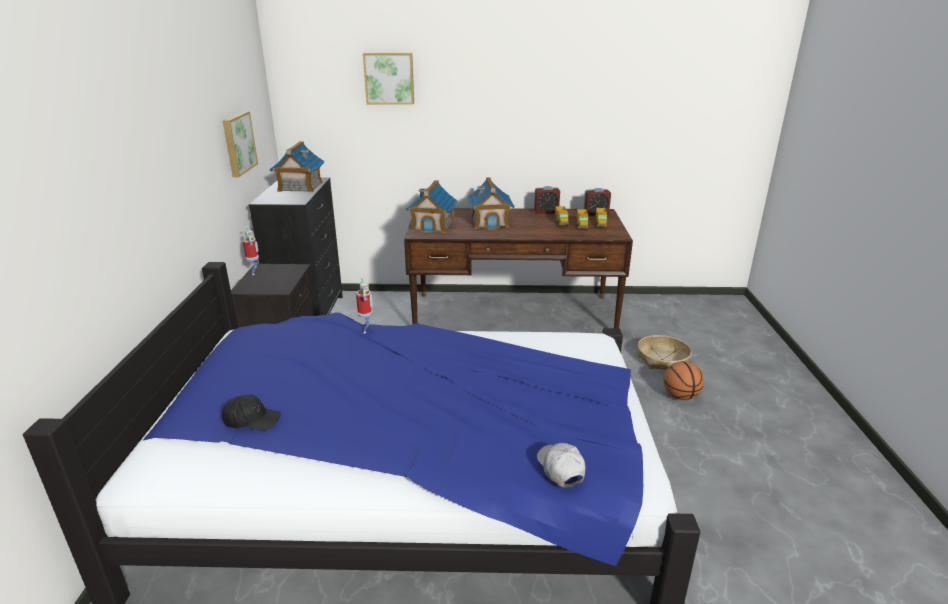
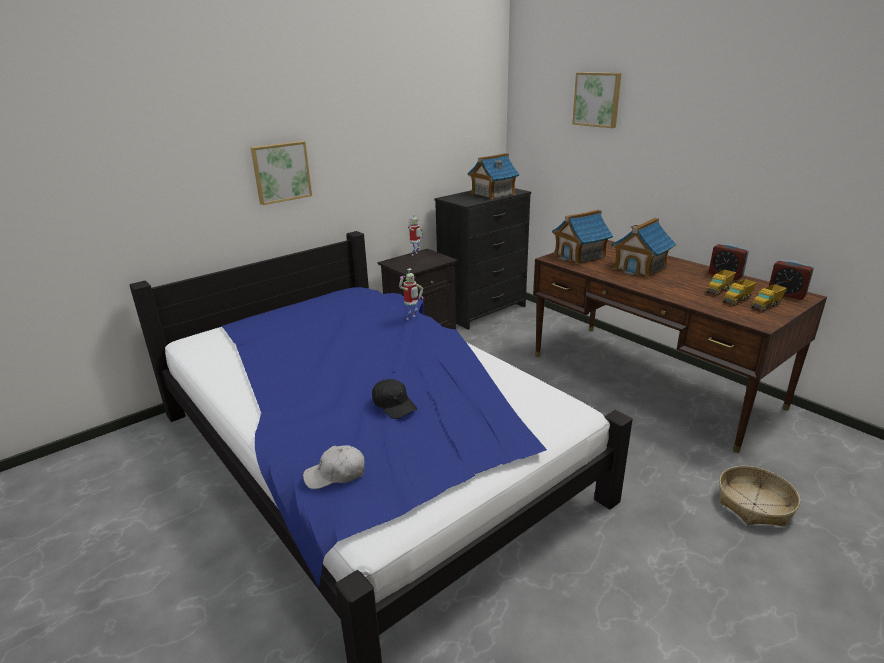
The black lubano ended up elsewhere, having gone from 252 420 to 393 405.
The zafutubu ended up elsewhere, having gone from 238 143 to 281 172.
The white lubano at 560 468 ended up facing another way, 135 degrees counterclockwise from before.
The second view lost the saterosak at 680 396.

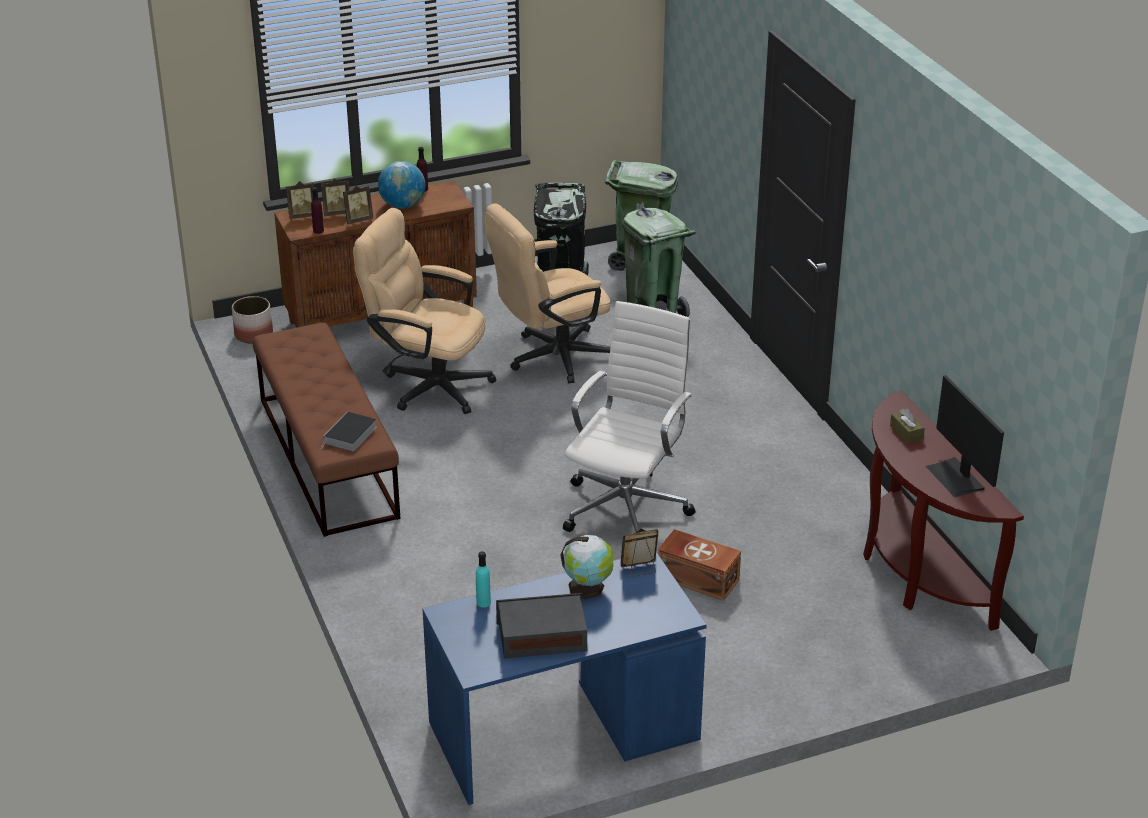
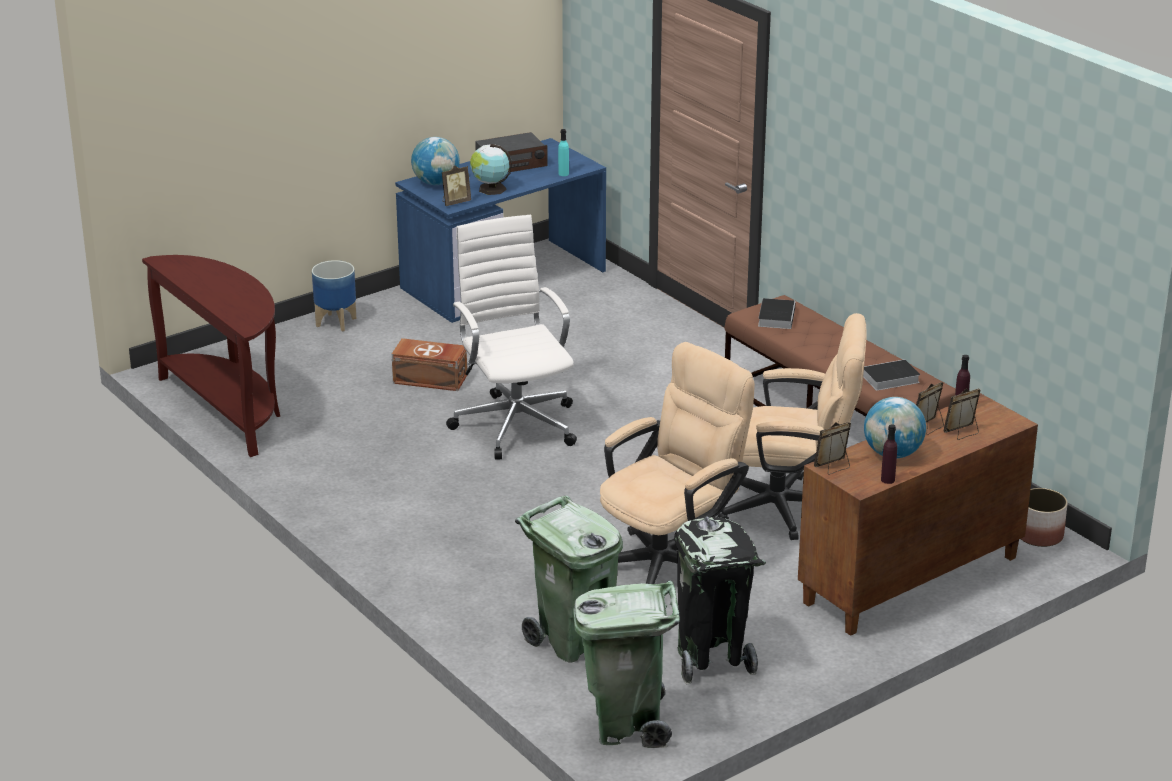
The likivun ended up elsewhere, having gone from 302 216 to 833 467.
The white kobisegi at 627 507 ended up facing another way, 150 degrees clockwise from before.
The second view lost the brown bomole at 906 433.
The second view lost the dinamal at 956 477.
The second view gained the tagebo at 335 322.
The second view gained the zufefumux at 436 183.
The second view gained the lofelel at 888 379.

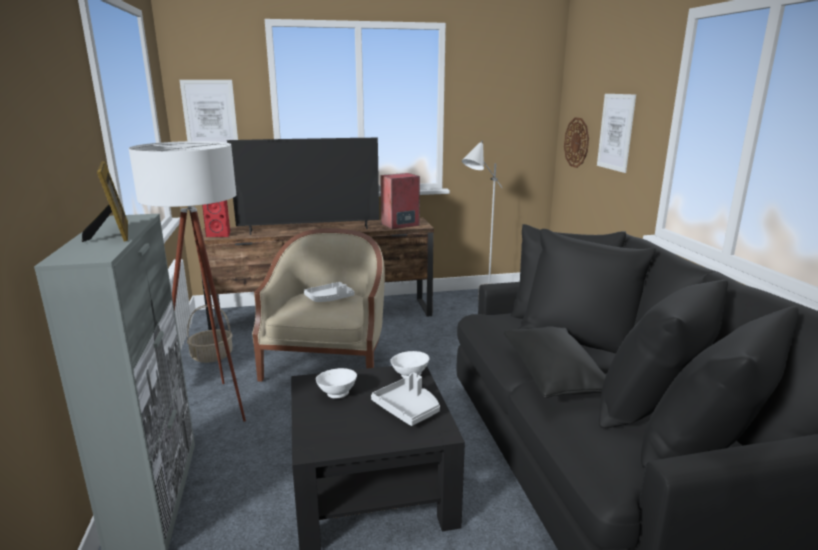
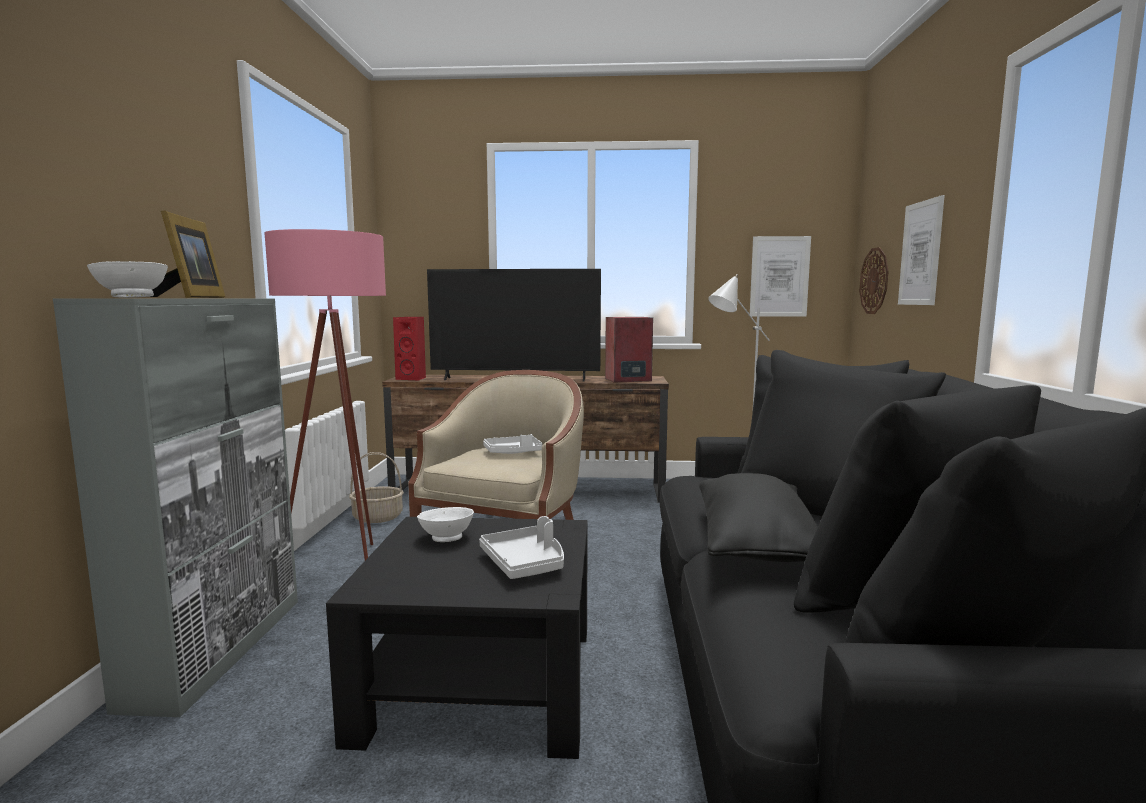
What was the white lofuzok at 216 410 turned into the pink lofuzok at 346 570.
The zafutubu ended up elsewhere, having gone from 210 116 to 779 276.
The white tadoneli ended up elsewhere, having gone from 409 374 to 133 297.

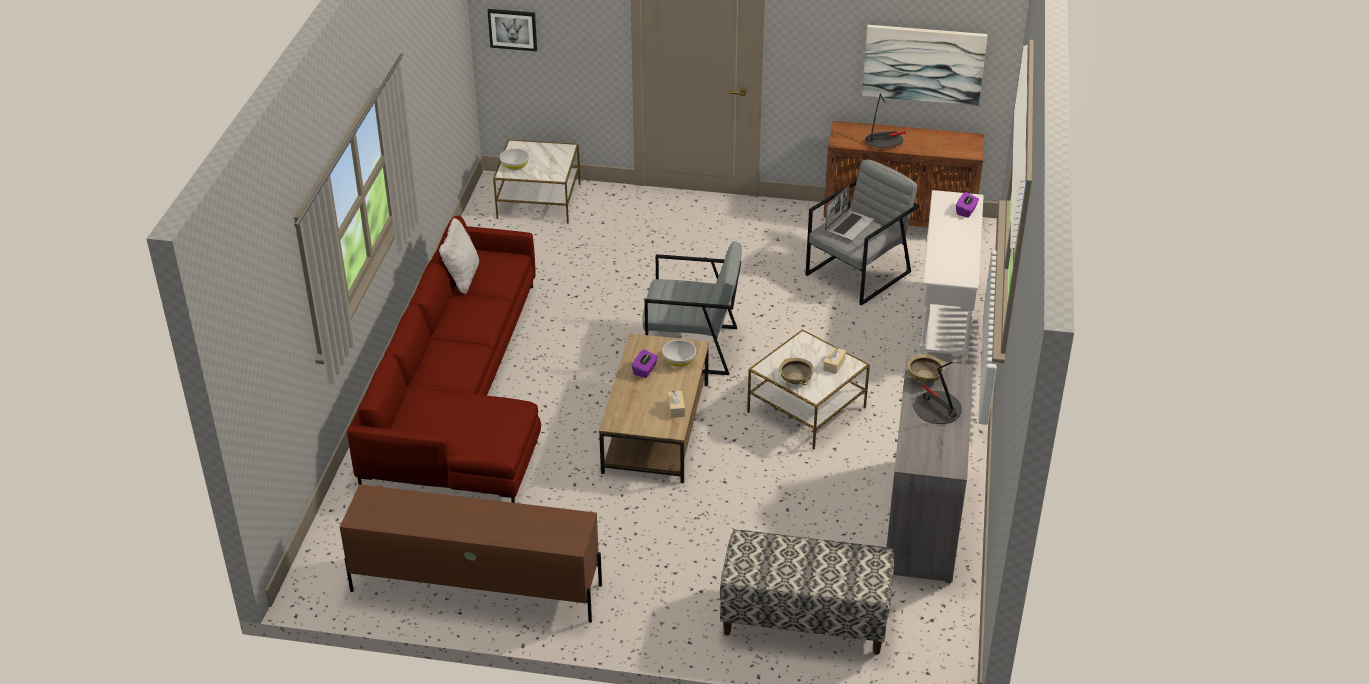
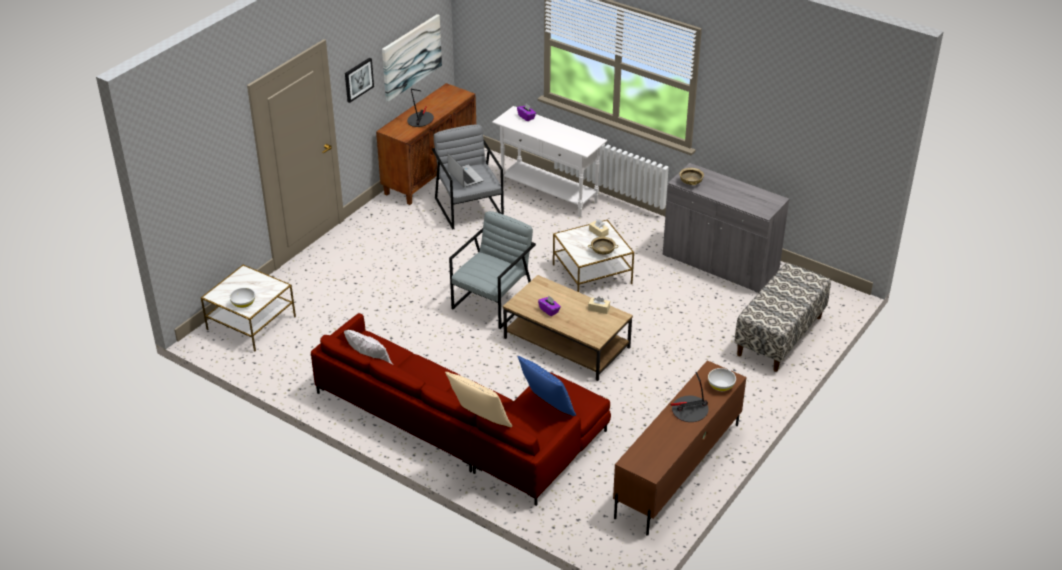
The zafutubu ended up elsewhere, having gone from 513 29 to 358 79.
The white tadoneli ended up elsewhere, having gone from 679 361 to 721 386.
The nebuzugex ended up elsewhere, having gone from 937 409 to 689 410.
The second view gained the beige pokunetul at 479 421.
The second view gained the blue pokunetul at 547 407.

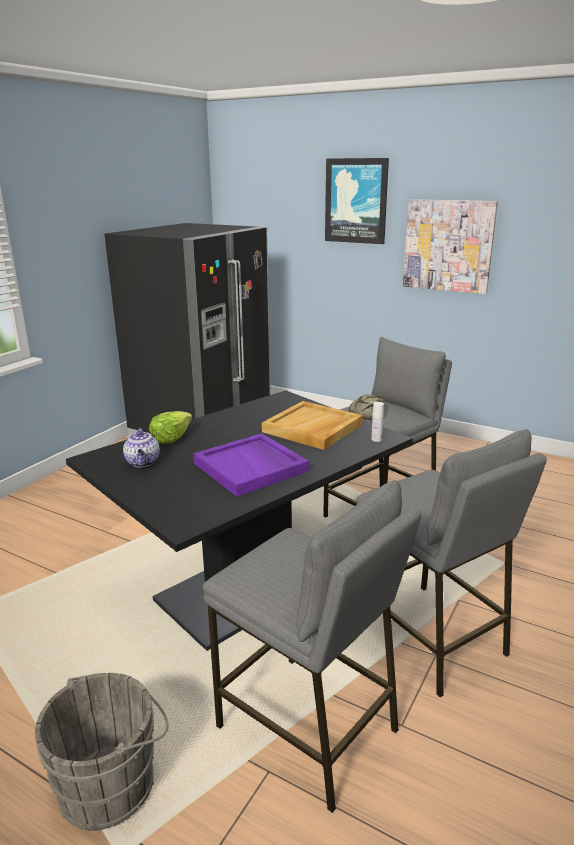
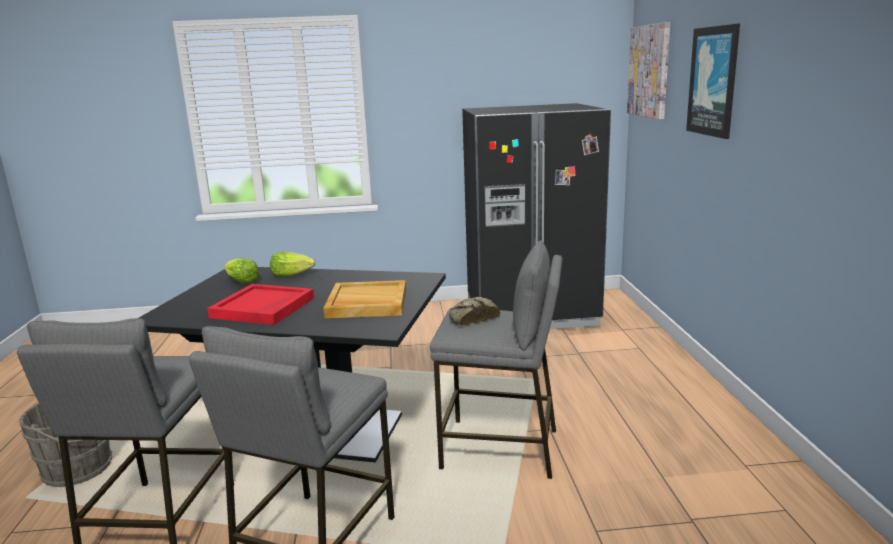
Where the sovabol stood at 143 462, the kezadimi came to stand at 241 281.
What was the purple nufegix at 251 467 turned into the red nufegix at 263 308.
The second view lost the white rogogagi at 376 439.
The zafutubu ended up elsewhere, having gone from 448 245 to 649 71.

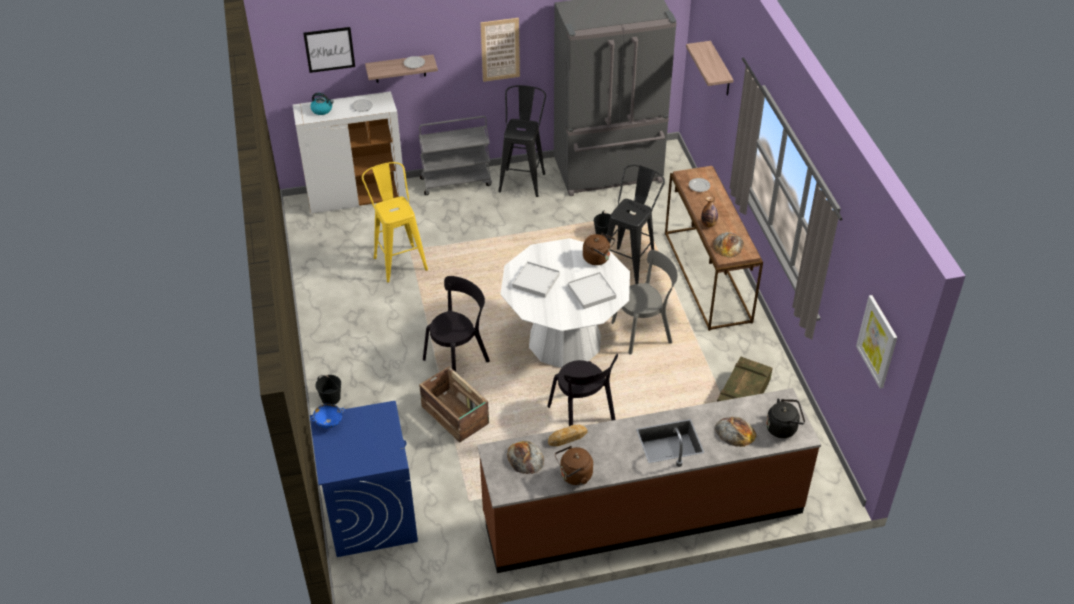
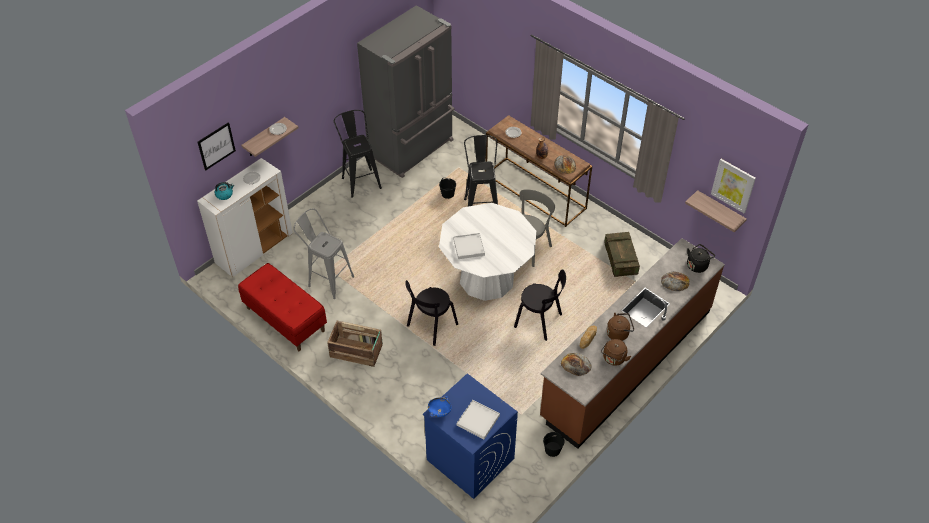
The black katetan ended up elsewhere, having gone from 330 398 to 552 450.
What was the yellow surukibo at 398 260 turned into the grey surukibo at 327 279.
The second view lost the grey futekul at 456 181.
The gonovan ended up elsewhere, having gone from 455 416 to 357 351.
The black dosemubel at 458 358 ended up facing another way, 150 degrees counterclockwise from before.
The second view lost the zafutubu at 500 49.
The white nufegix ended up elsewhere, having gone from 591 292 to 478 420.
The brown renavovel ended up elsewhere, having gone from 598 258 to 619 333.
The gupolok ended up elsewhere, having gone from 720 70 to 720 211.
The second view gained the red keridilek at 285 319.

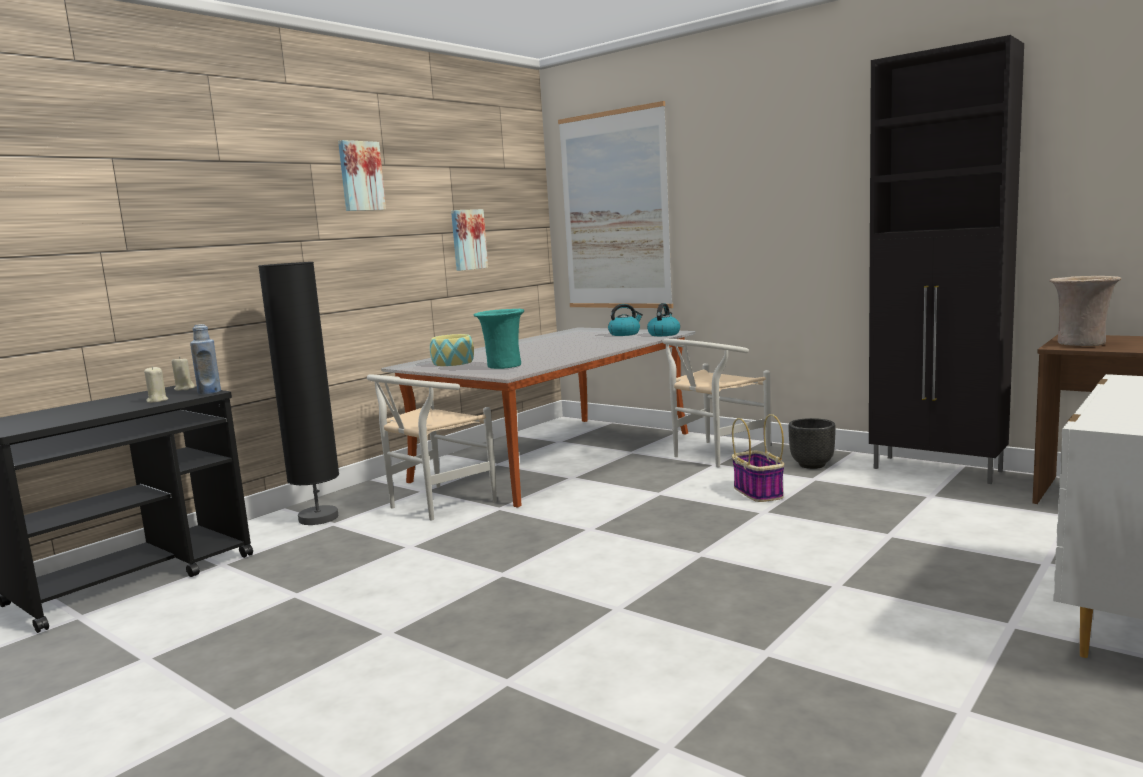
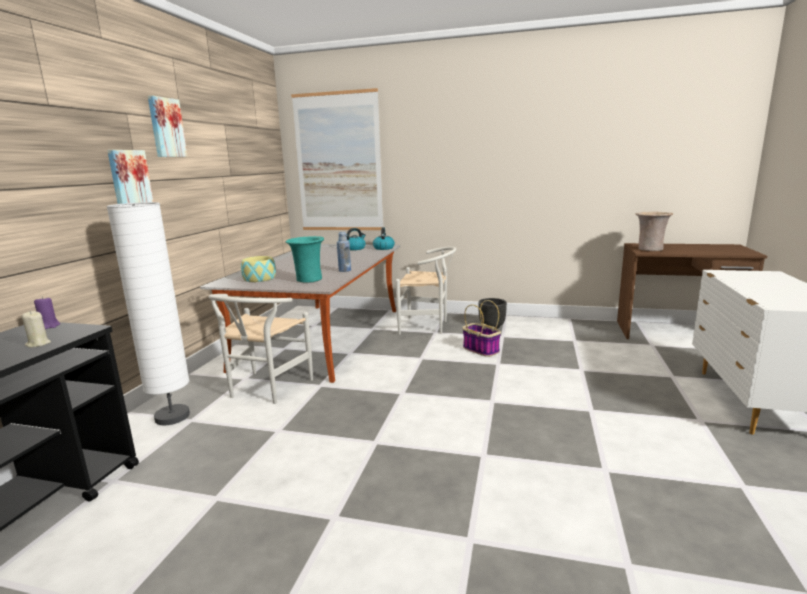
What was the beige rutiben at 184 389 turned into the purple rutiben at 49 326.
The blue rogogagi ended up elsewhere, having gone from 209 392 to 344 270.
What was the black lofuzok at 318 518 turned into the white lofuzok at 172 417.
The zafutubu ended up elsewhere, having gone from 468 239 to 130 182.
The white dosemubel at 712 456 ended up facing another way, 105 degrees counterclockwise from before.
The second view lost the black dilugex at 938 470.

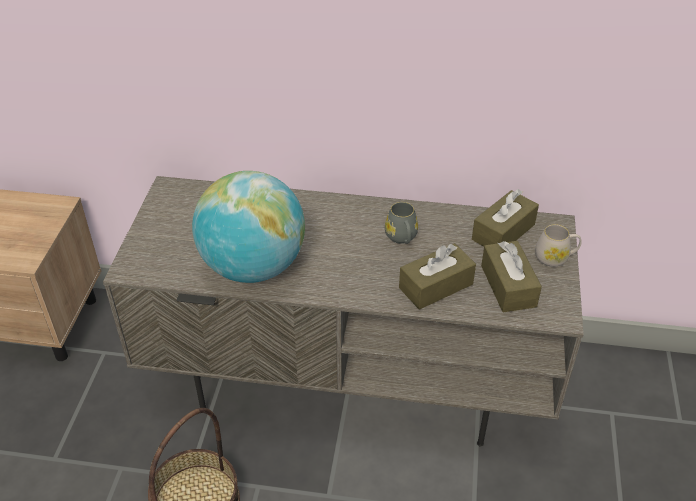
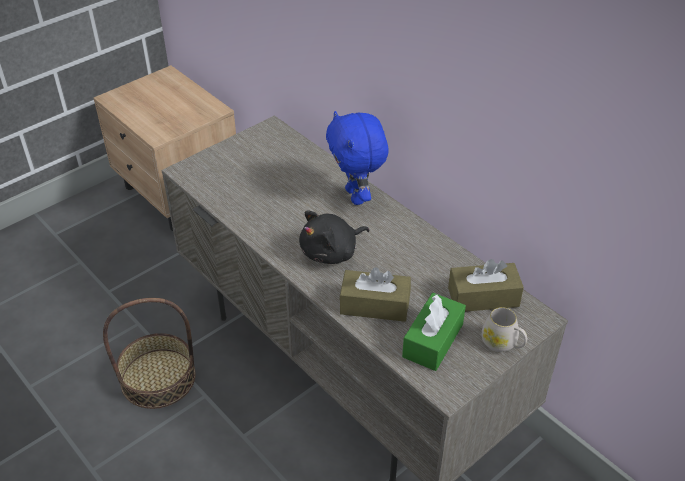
The second view lost the zufefumux at 253 267.
The second view lost the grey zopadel at 402 238.
What was the brown bomole at 508 286 turned into the green bomole at 433 340.
The second view gained the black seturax at 332 252.
The second view gained the blue seturax at 356 196.

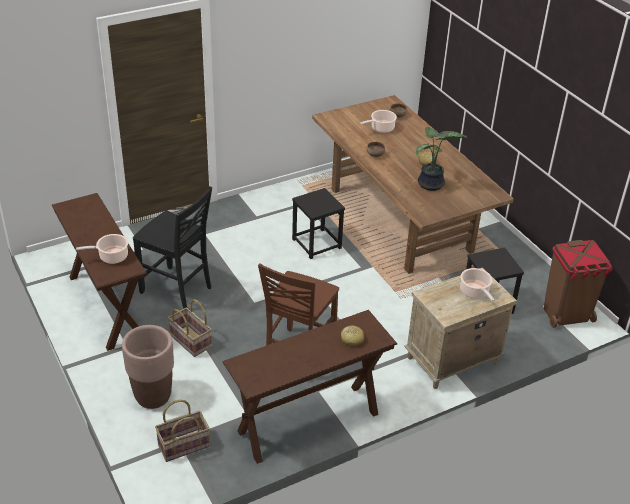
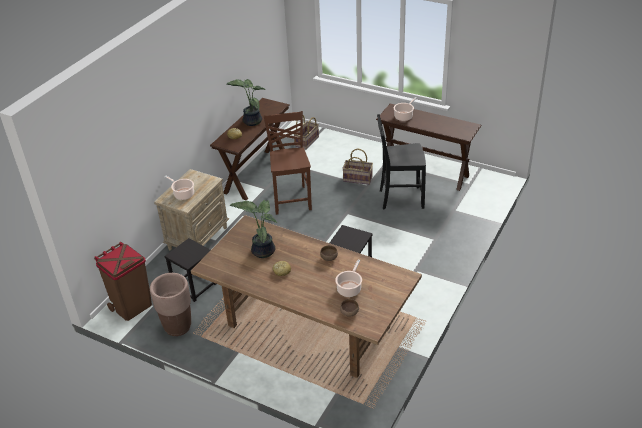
The brown tagebo ended up elsewhere, having gone from 153 396 to 178 327.
The second view gained the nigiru at 251 121.

